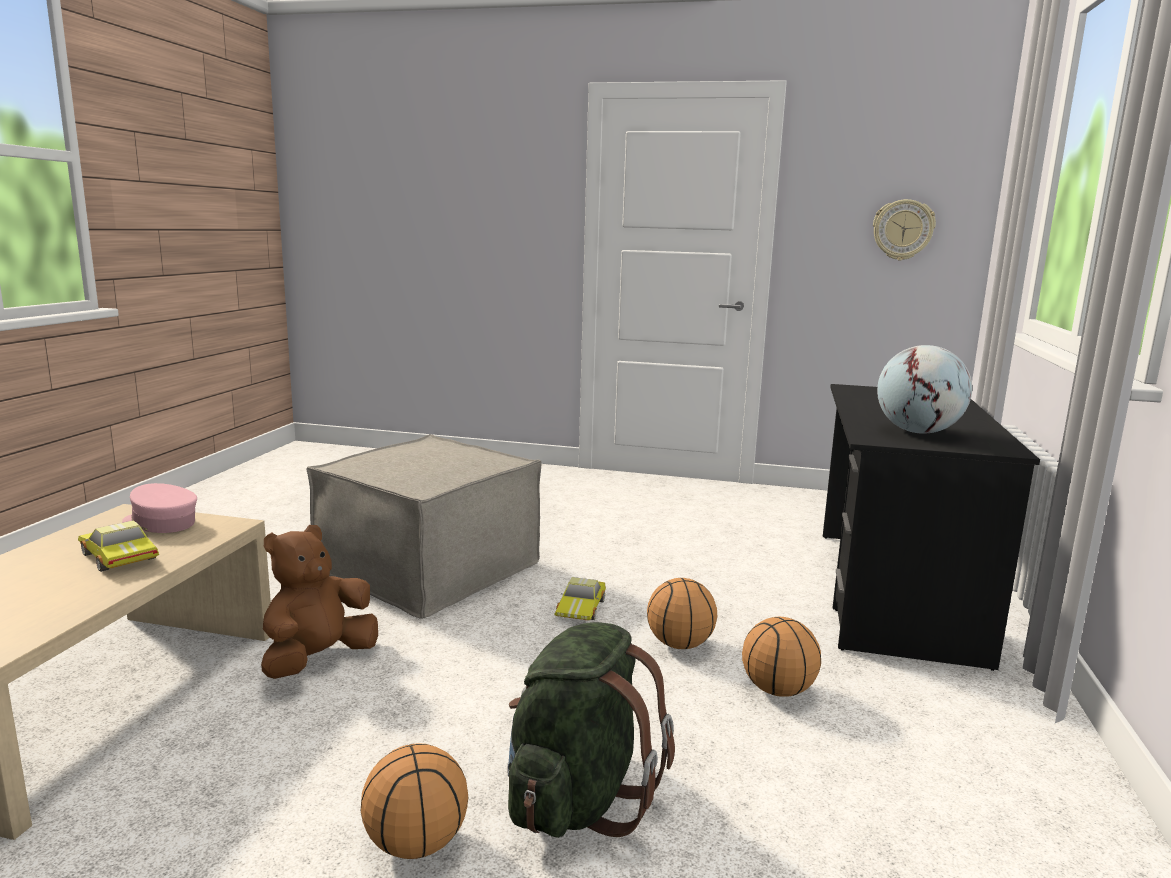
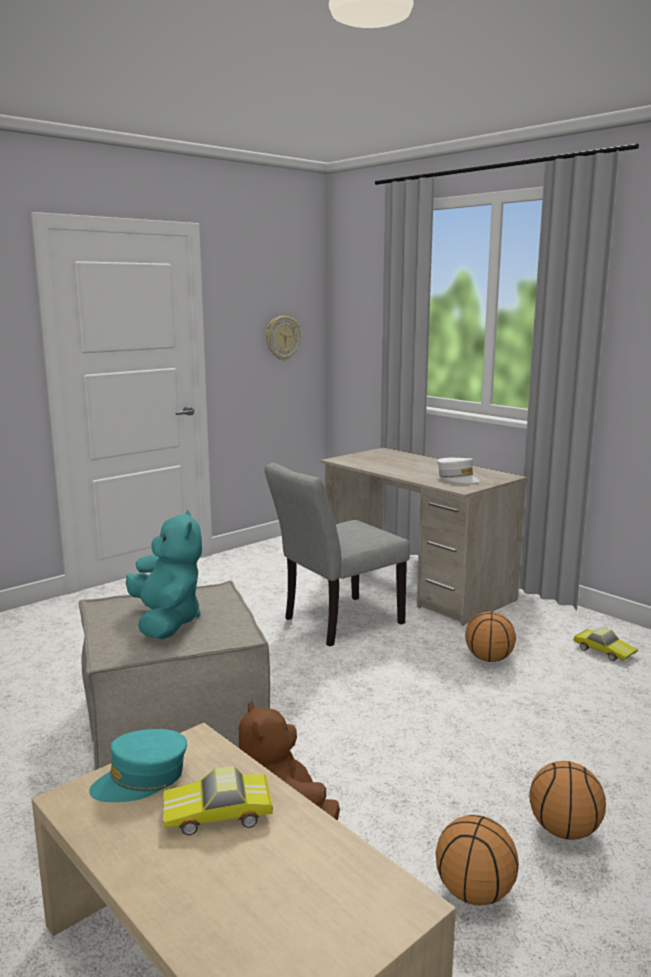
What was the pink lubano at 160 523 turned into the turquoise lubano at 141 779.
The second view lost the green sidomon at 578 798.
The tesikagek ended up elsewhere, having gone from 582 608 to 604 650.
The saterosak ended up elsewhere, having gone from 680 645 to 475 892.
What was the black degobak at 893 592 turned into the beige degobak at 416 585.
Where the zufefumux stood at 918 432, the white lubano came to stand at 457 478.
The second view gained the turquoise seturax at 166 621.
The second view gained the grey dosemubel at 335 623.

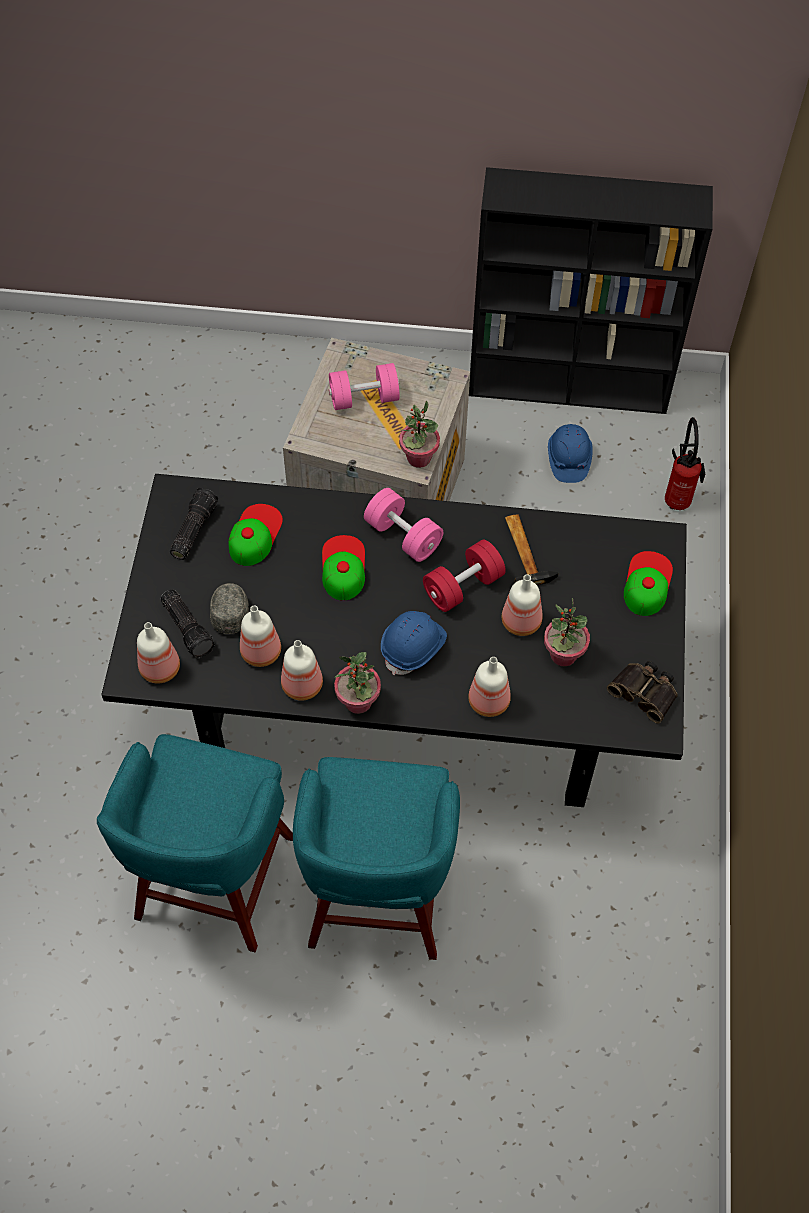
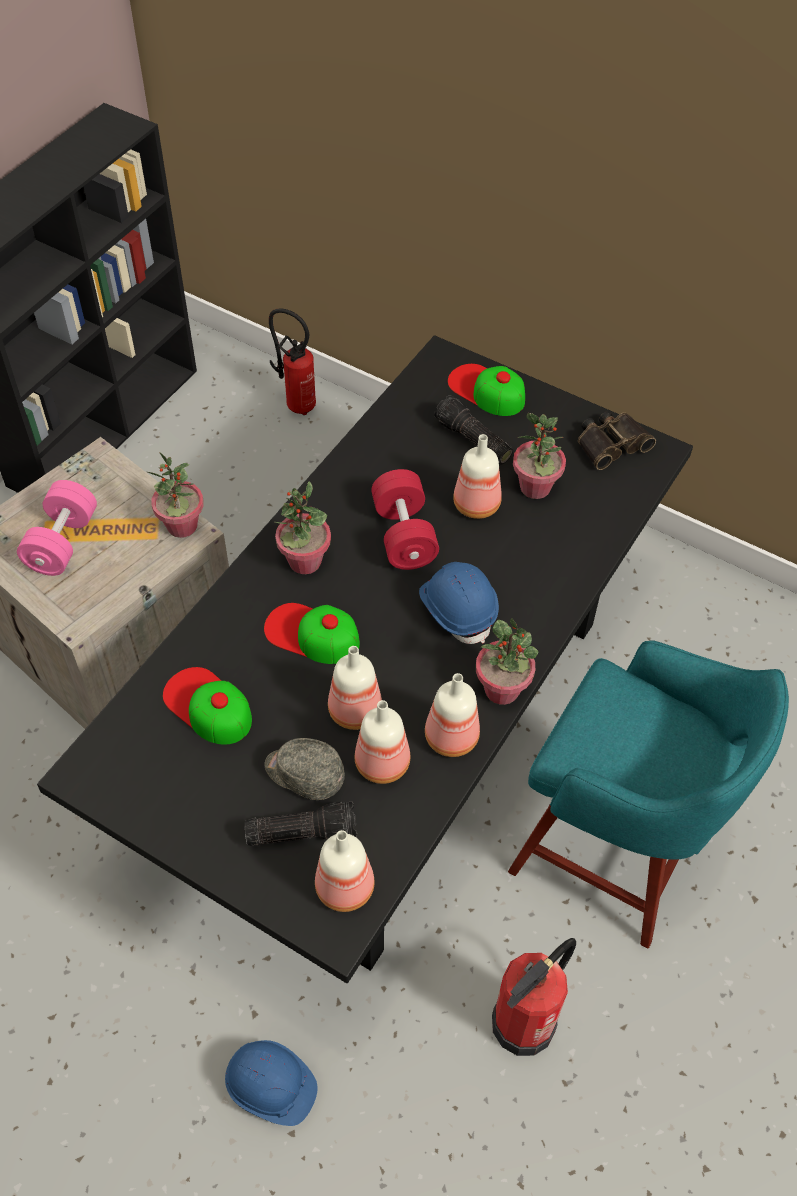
Where the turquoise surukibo stood at 212 882, the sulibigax came to stand at 524 1022.
The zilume ended up elsewhere, having gone from 193 529 to 471 440.
Where the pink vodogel stood at 403 536, the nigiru came to stand at 304 561.
The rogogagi ended up elsewhere, having gone from 489 700 to 353 709.
The second view lost the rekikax at 525 551.
The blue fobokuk ended up elsewhere, having gone from 568 459 to 271 1087.

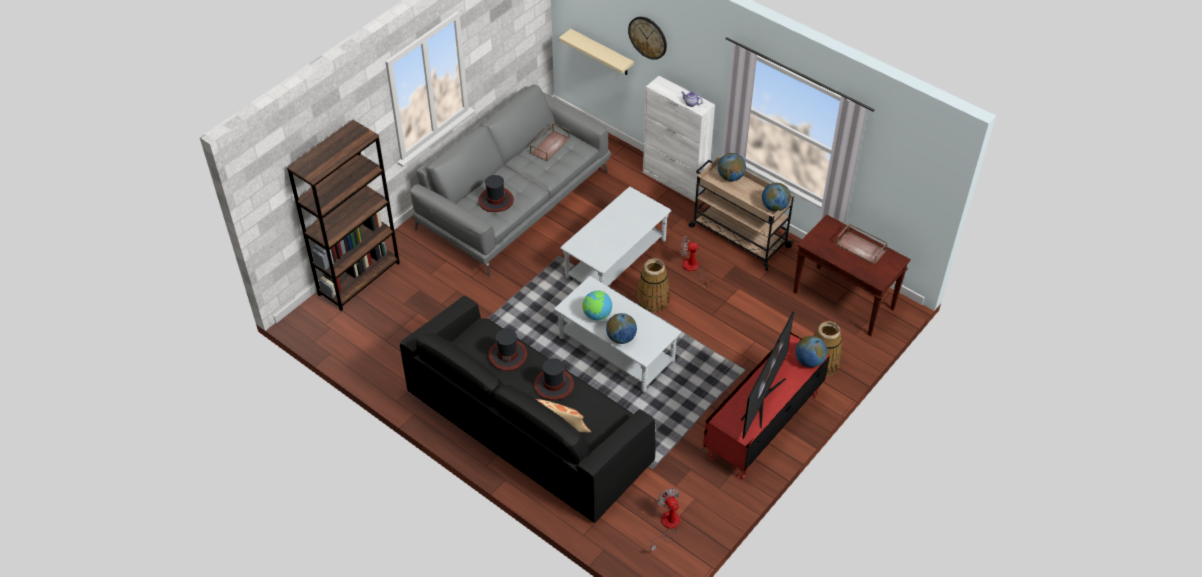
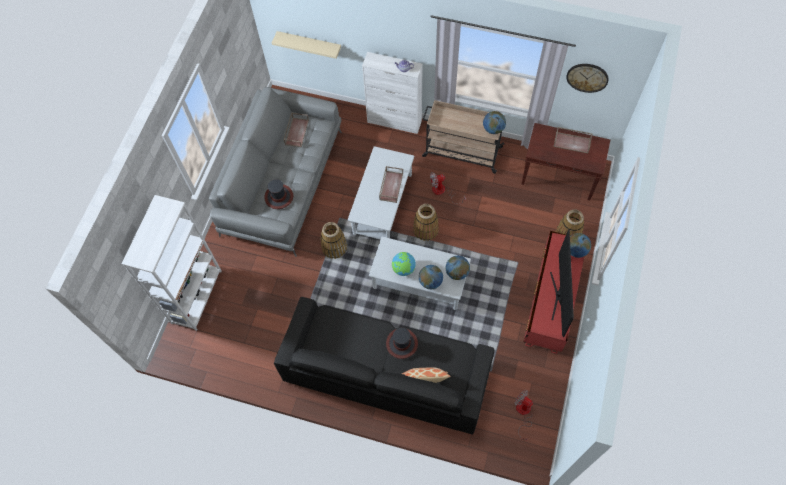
What was the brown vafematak at 359 278 turned into the white vafematak at 196 296.
The second view lost the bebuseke at 507 355.
The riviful ended up elsewhere, having gone from 648 37 to 587 77.
The zufefumux ended up elsewhere, having gone from 730 177 to 457 272.
The second view gained the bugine at 334 247.
The second view gained the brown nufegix at 391 186.

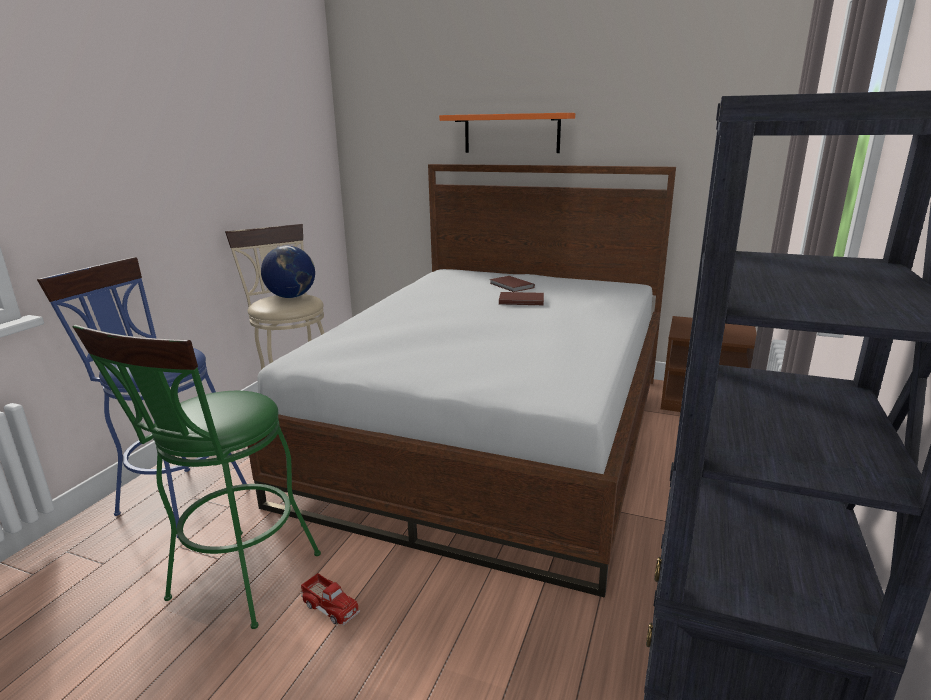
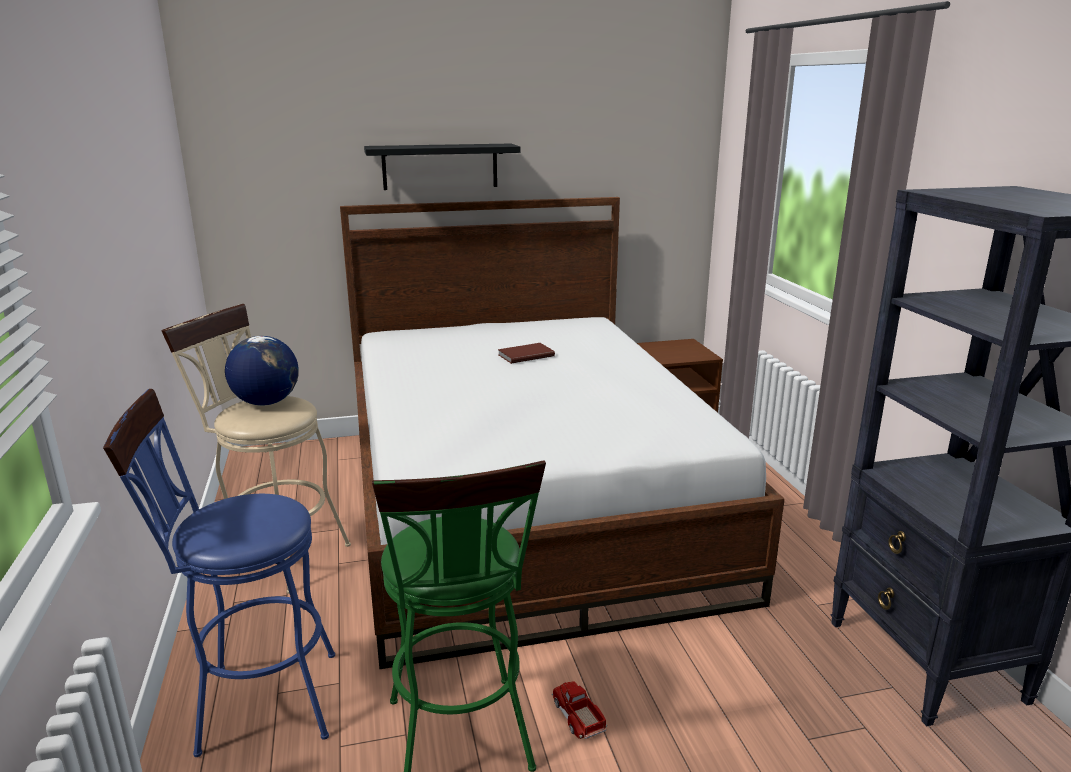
The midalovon at 330 606 ended up facing another way, 120 degrees counterclockwise from before.
What was the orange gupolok at 511 133 turned into the black gupolok at 440 166.
The second view lost the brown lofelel at 511 286.

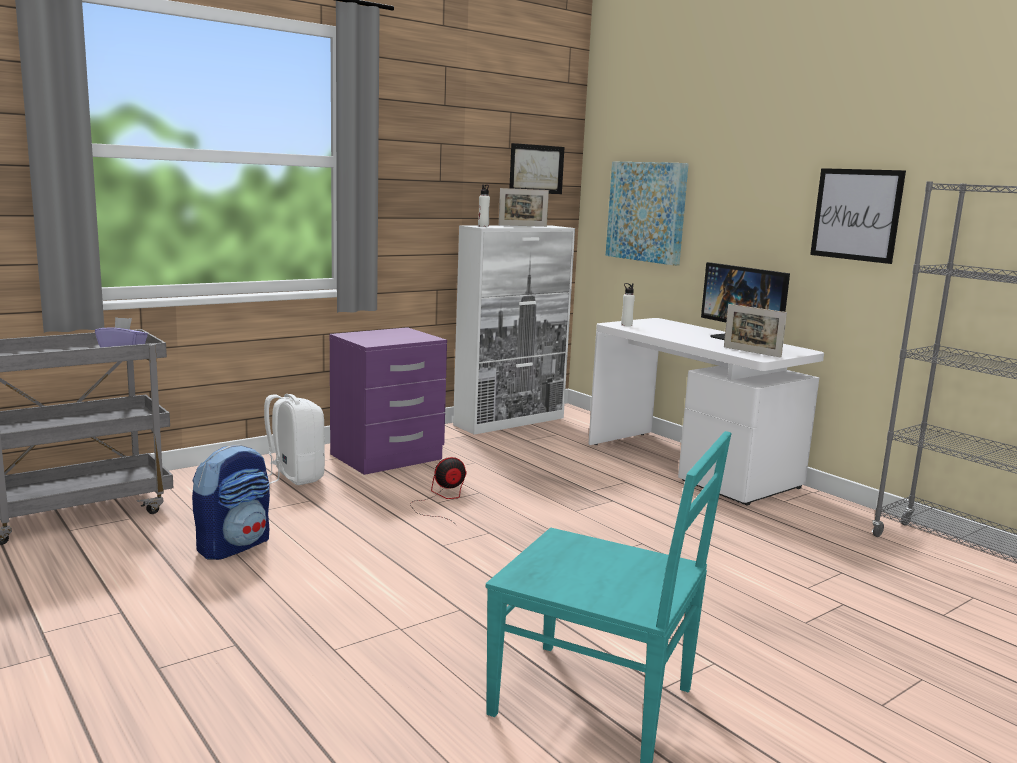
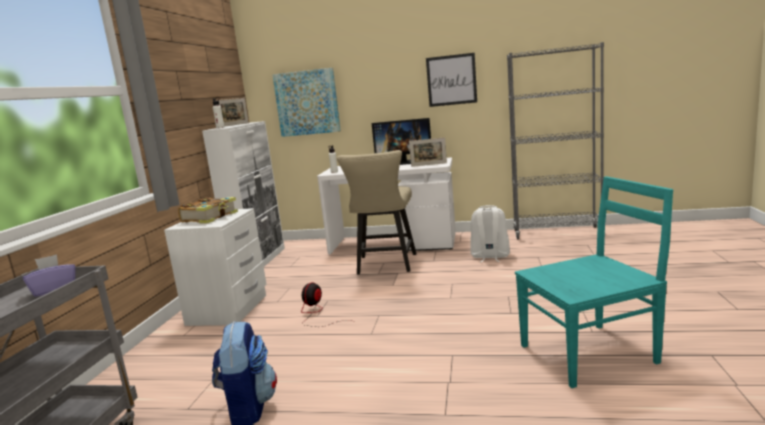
The white sidomon ended up elsewhere, having gone from 294 477 to 490 256.
What was the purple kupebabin at 387 457 turned into the white kupebabin at 229 310.
The second view lost the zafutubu at 536 169.
The second view gained the lofelel at 210 217.
The second view gained the beige dosemubel at 385 265.

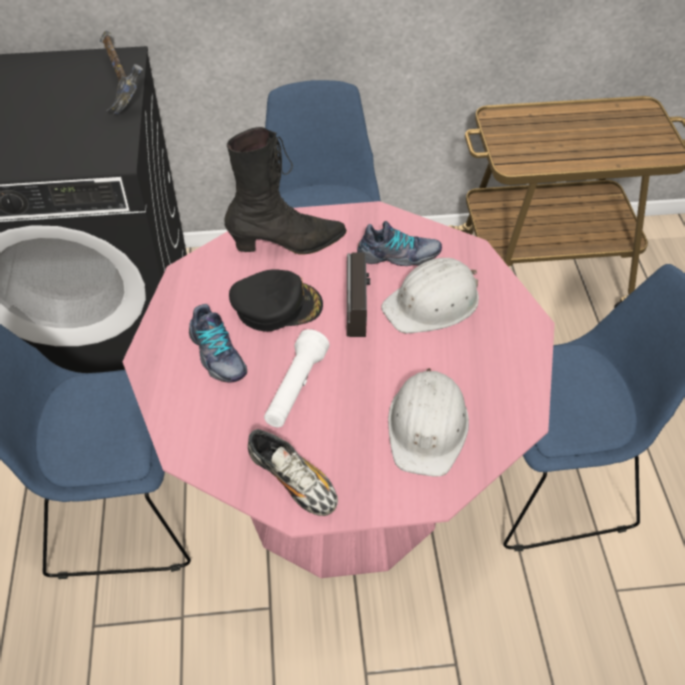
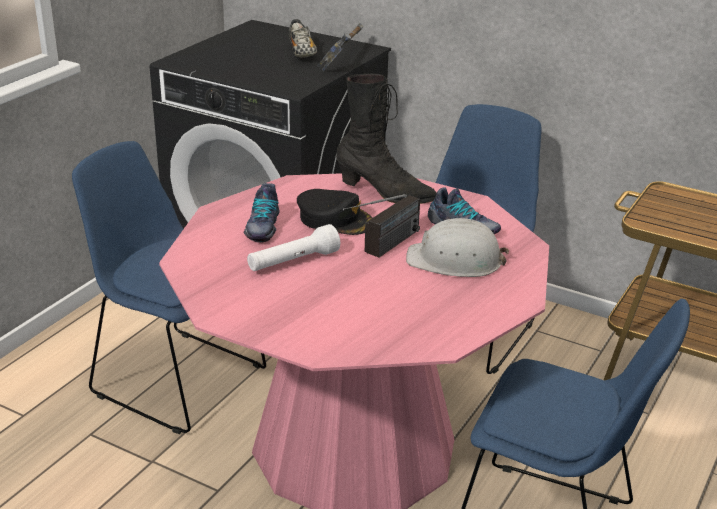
The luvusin ended up elsewhere, having gone from 293 481 to 302 53.
The second view lost the white fobokuk at 428 426.

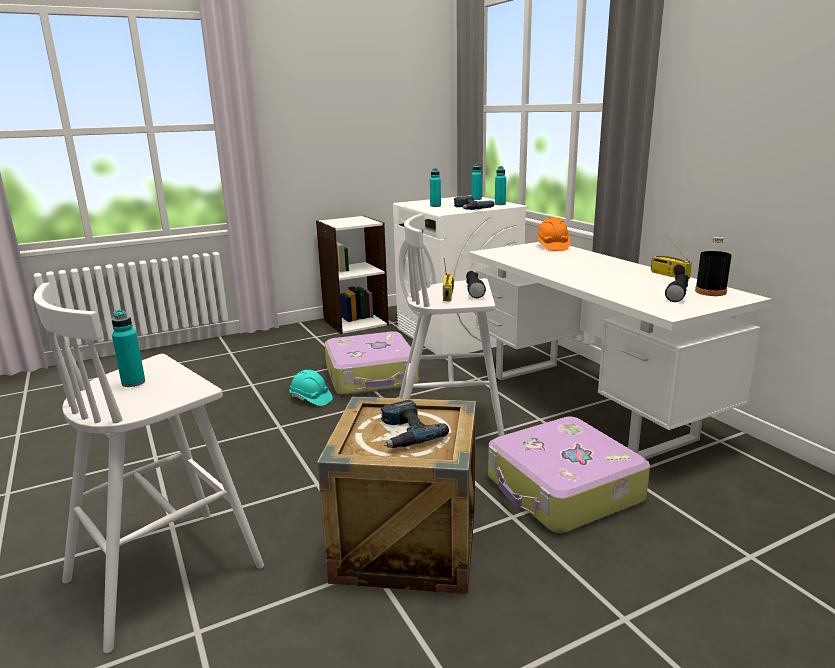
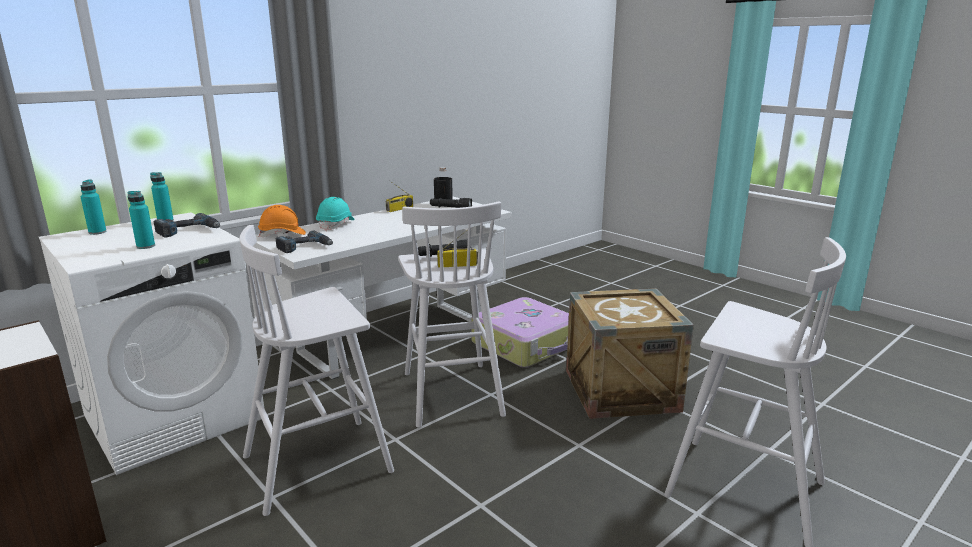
The second view lost the turquoise rogogagi at 133 382.
The turquoise fobokuk ended up elsewhere, having gone from 311 399 to 336 225.
Where the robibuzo stood at 372 376, the white surukibo came to stand at 320 463.
The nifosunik ended up elsewhere, having gone from 405 432 to 305 247.

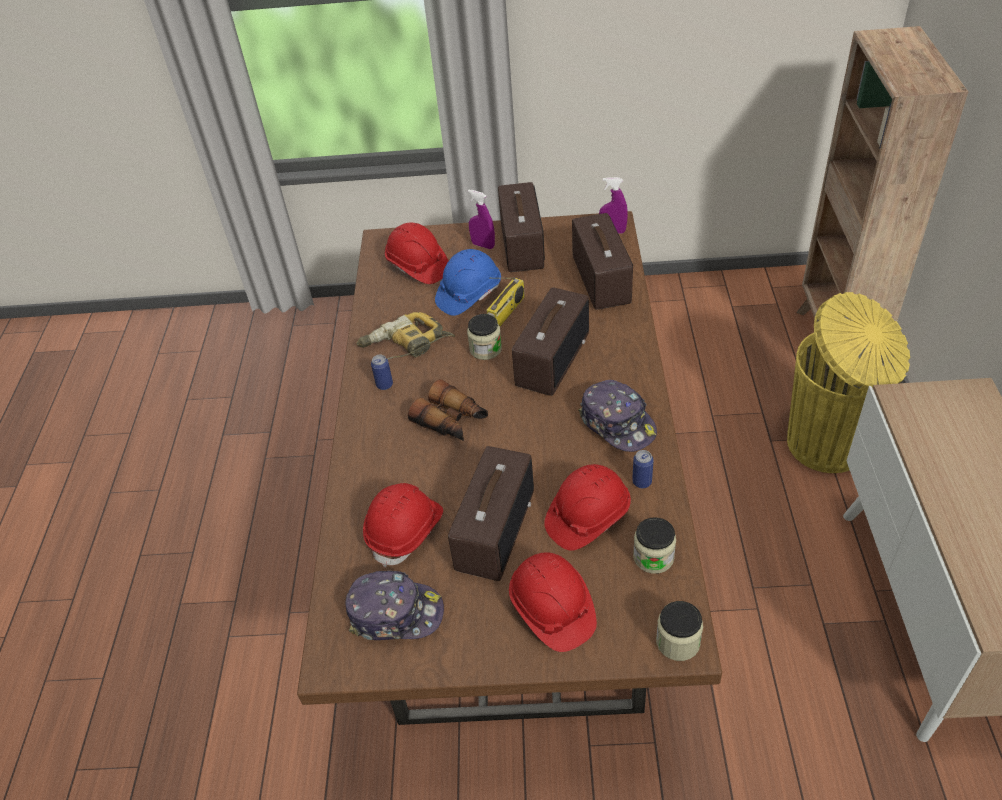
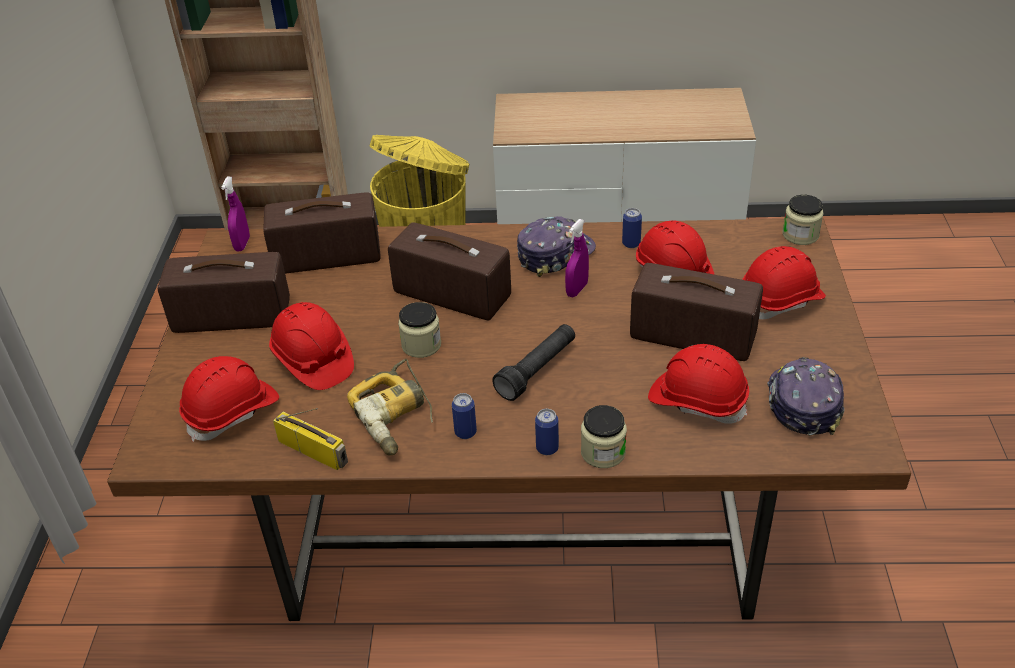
Where the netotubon stood at 452 421, the black zilume came to stand at 537 370.
What was the blue fobokuk at 469 294 turned into the red fobokuk at 313 361.
The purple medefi ended up elsewhere, having gone from 483 245 to 577 290.
The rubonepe ended up elsewhere, having gone from 506 312 to 314 451.
The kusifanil ended up elsewhere, having gone from 653 557 to 603 452.
The second view gained the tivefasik at 547 448.

